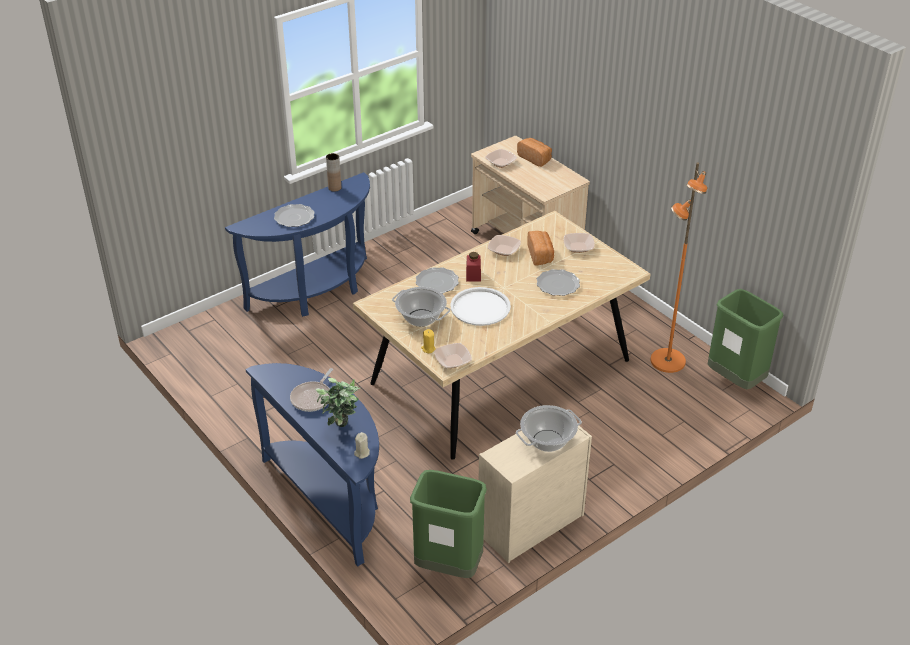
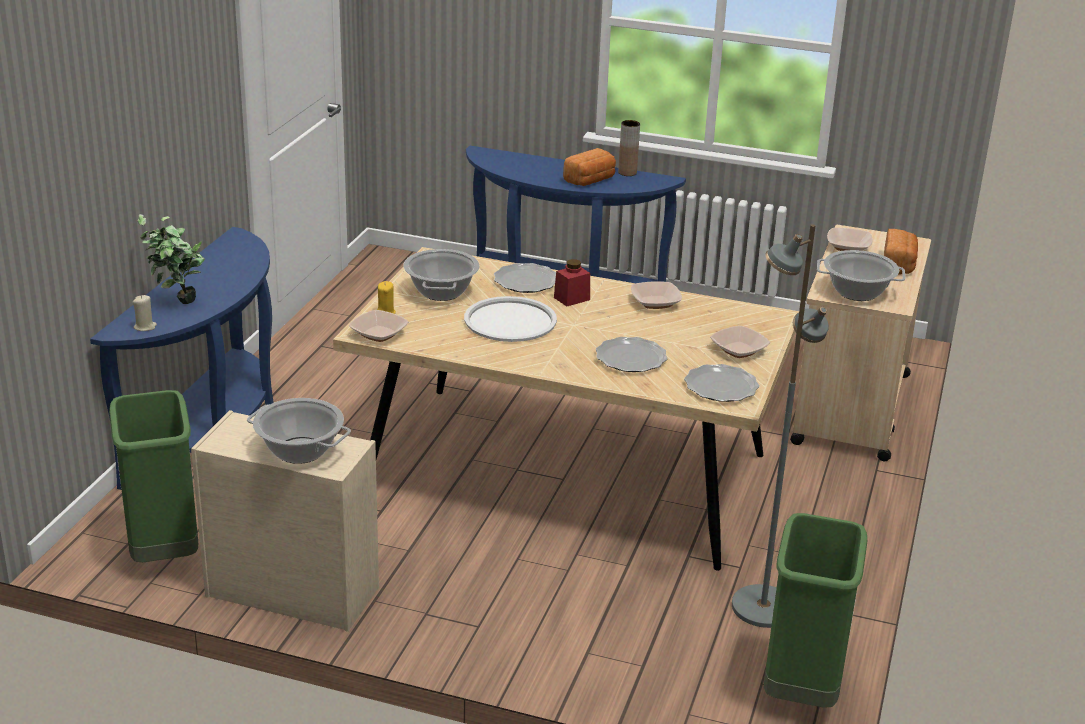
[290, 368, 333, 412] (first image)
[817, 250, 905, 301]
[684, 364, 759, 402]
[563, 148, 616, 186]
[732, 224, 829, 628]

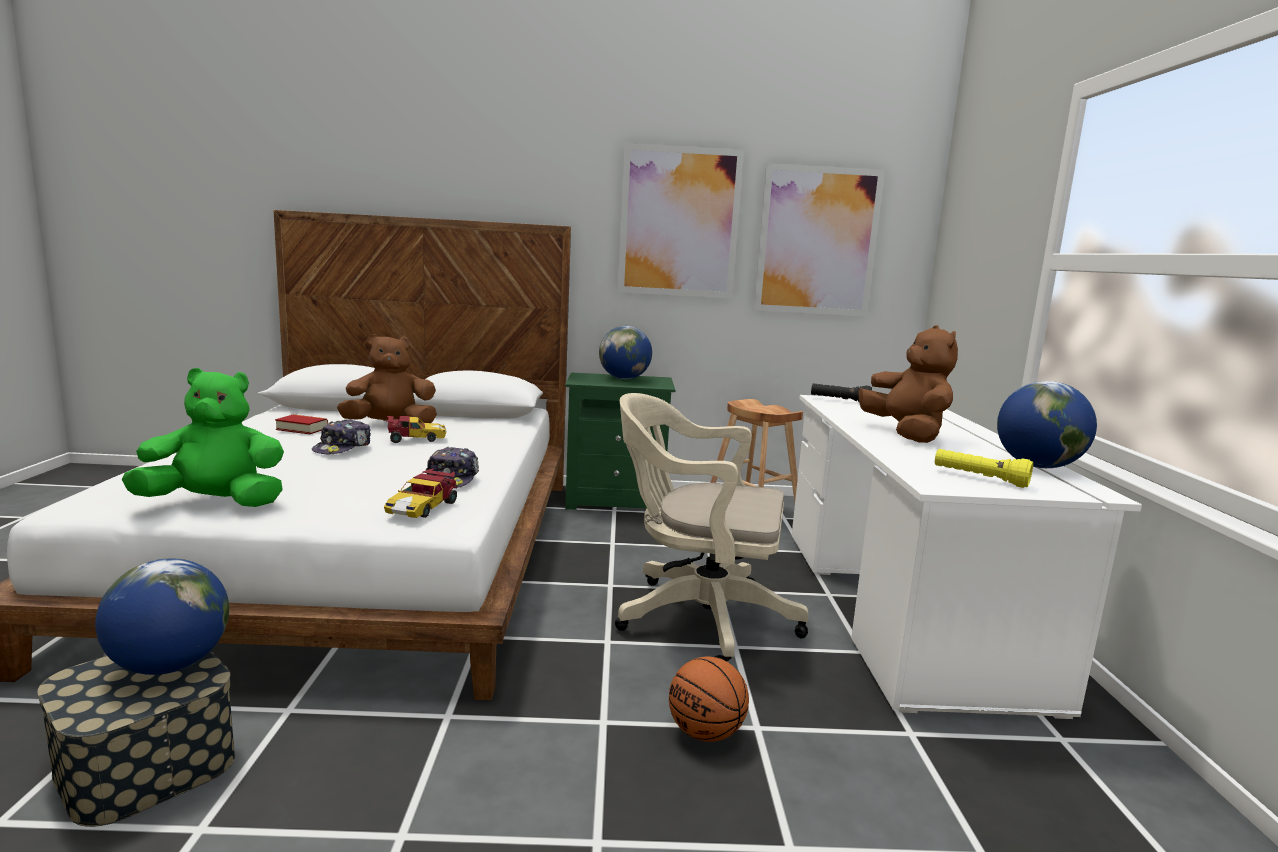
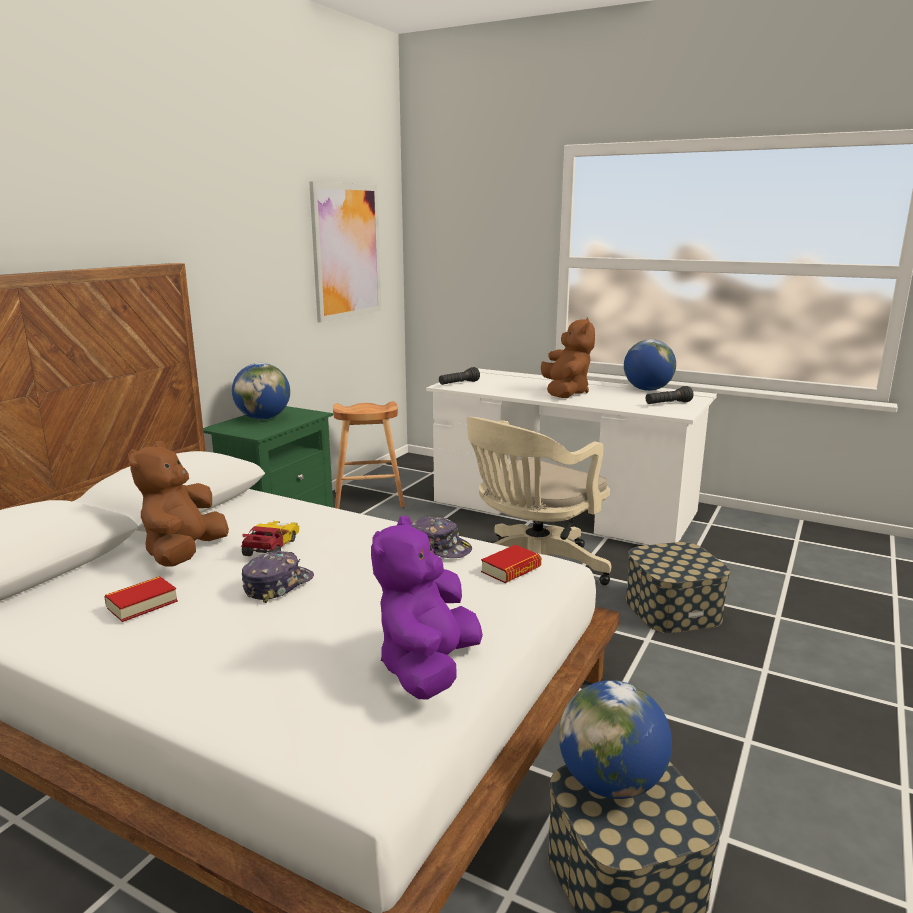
[618, 143, 744, 298] (first image)
[481, 545, 541, 583]
[626, 542, 730, 633]
[371, 516, 483, 700]
[646, 386, 694, 404]
[242, 551, 314, 603]
[541, 317, 595, 398]

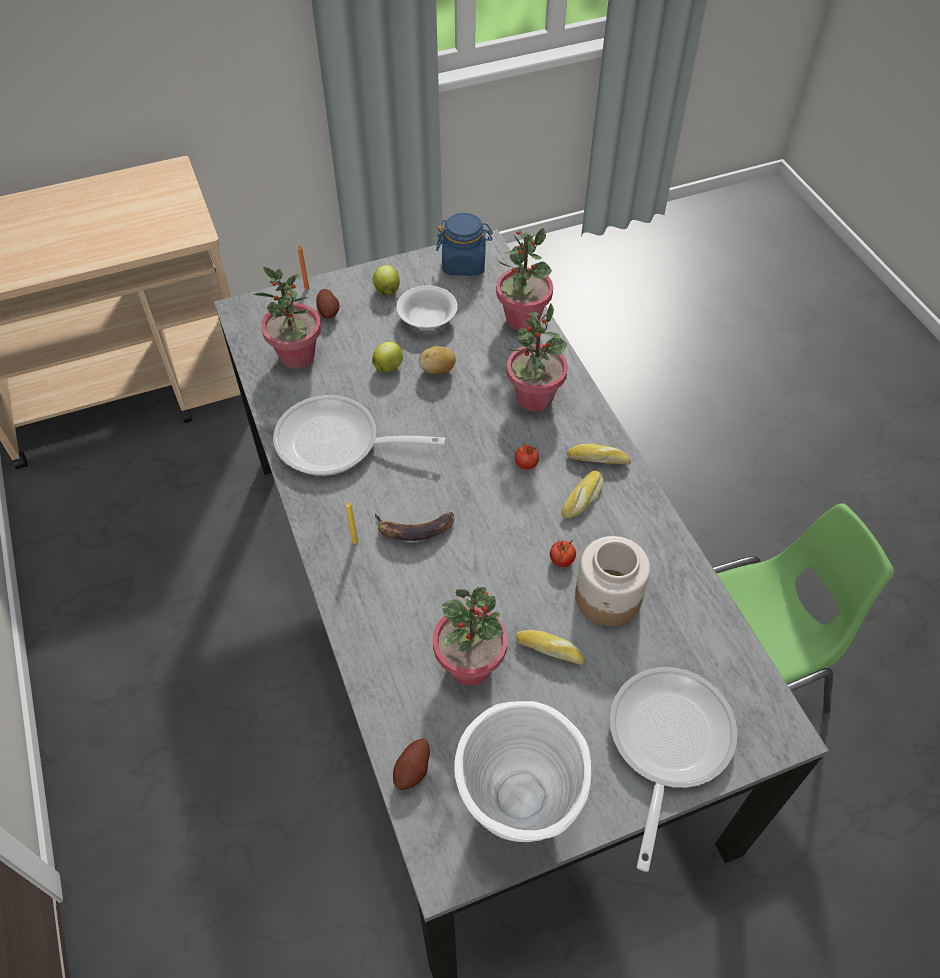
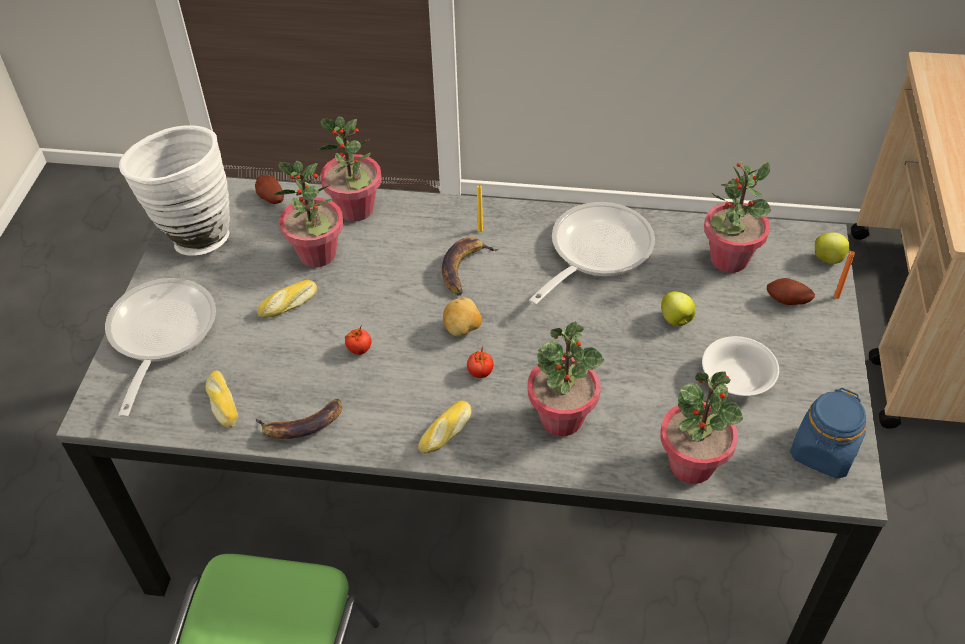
[575, 536, 650, 626] (first image)
[255, 399, 342, 439]
[317, 116, 382, 222]
[815, 232, 851, 264]
[443, 297, 482, 337]
[206, 371, 238, 428]
[105, 278, 216, 417]

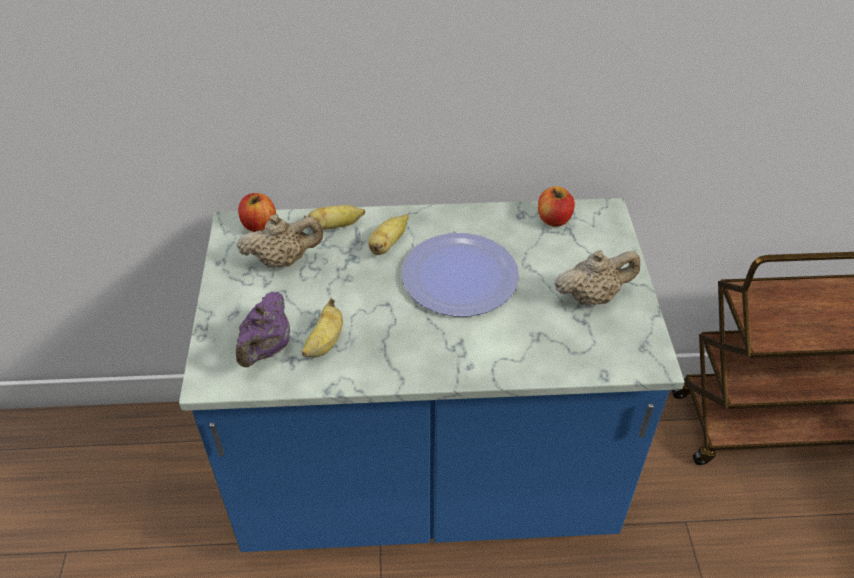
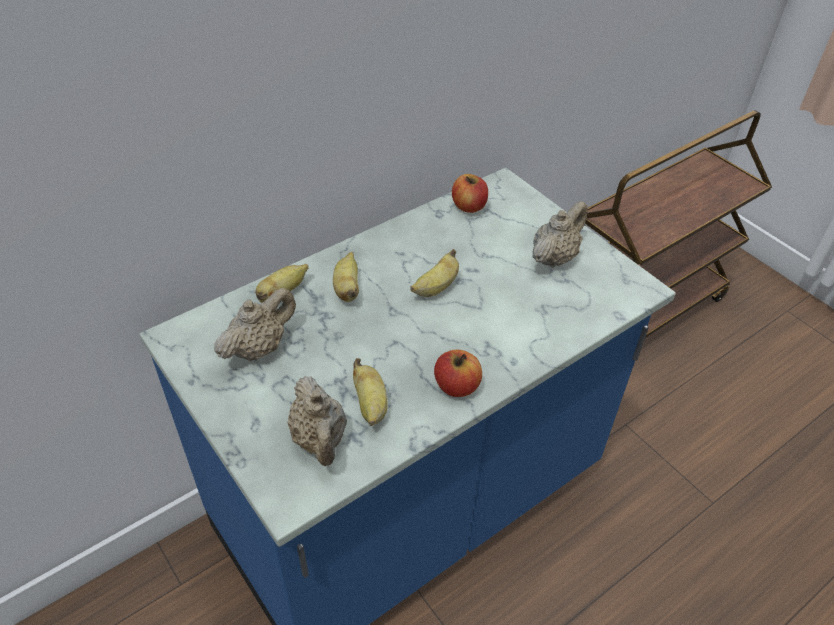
[434, 350, 482, 397]
[410, 249, 459, 297]
[287, 376, 347, 466]

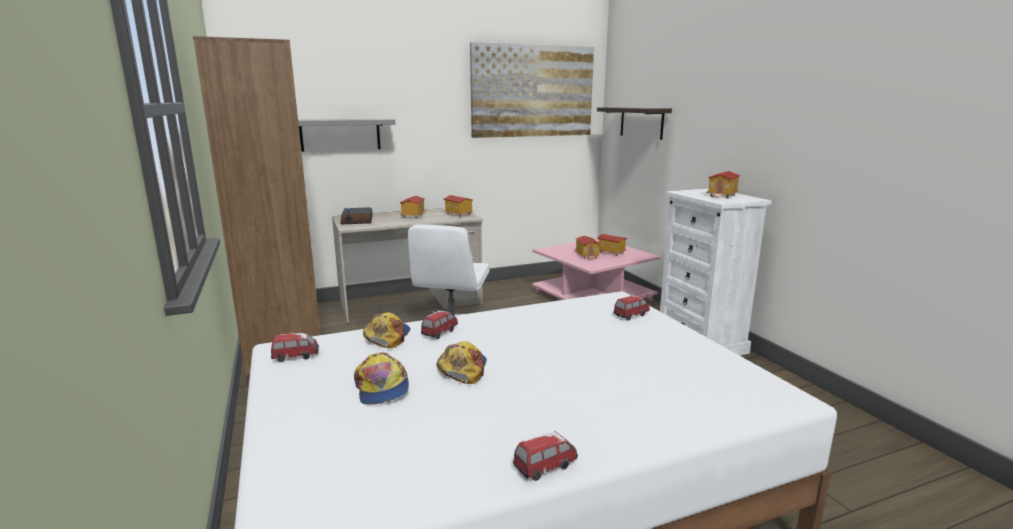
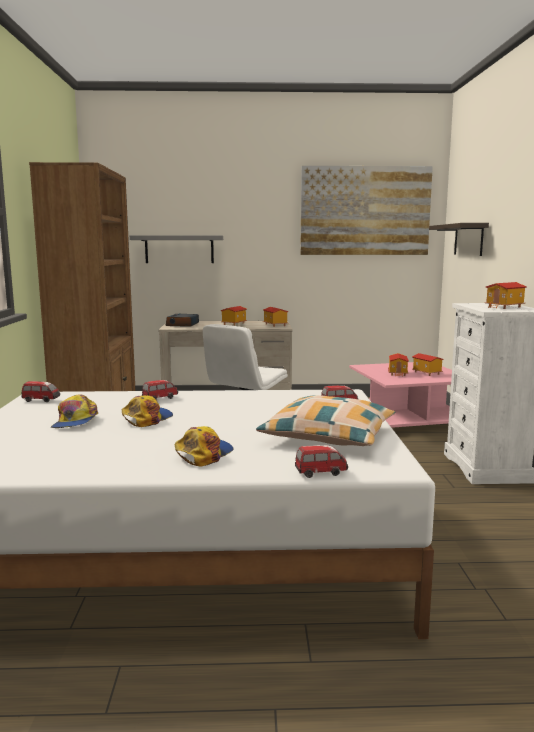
[256, 395, 395, 446]
[175, 426, 234, 466]
[295, 445, 348, 478]

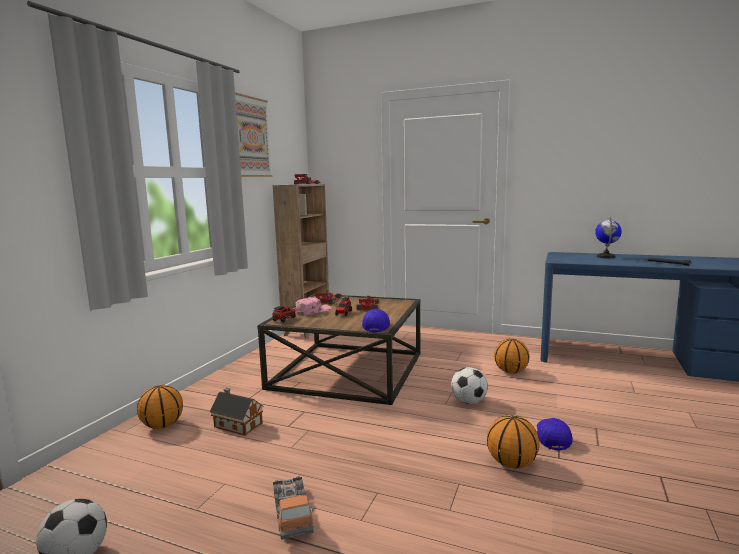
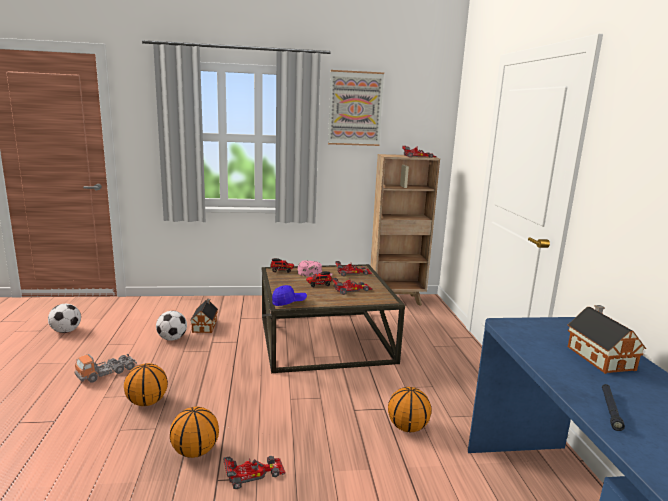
[124, 363, 168, 406]
[156, 311, 187, 341]
[224, 456, 286, 490]
[567, 305, 646, 374]

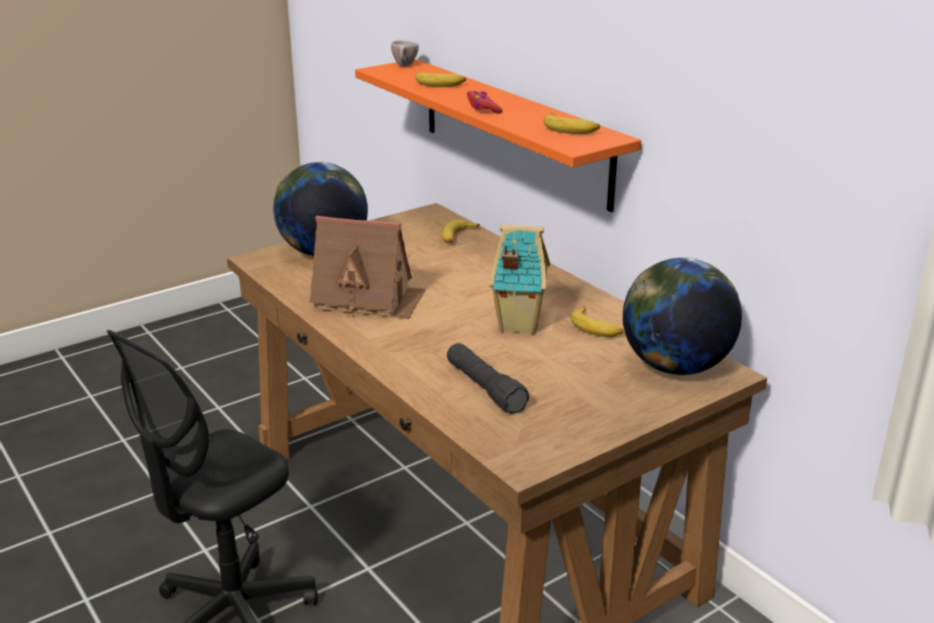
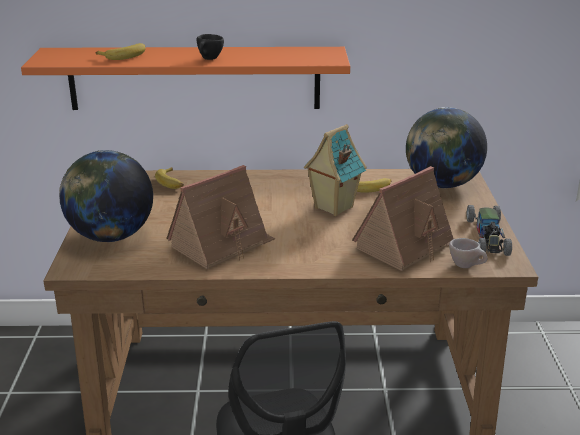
[543, 113, 600, 134] (first image)
[466, 205, 512, 256]
[449, 238, 488, 268]
[352, 166, 454, 271]
[196, 34, 224, 60]

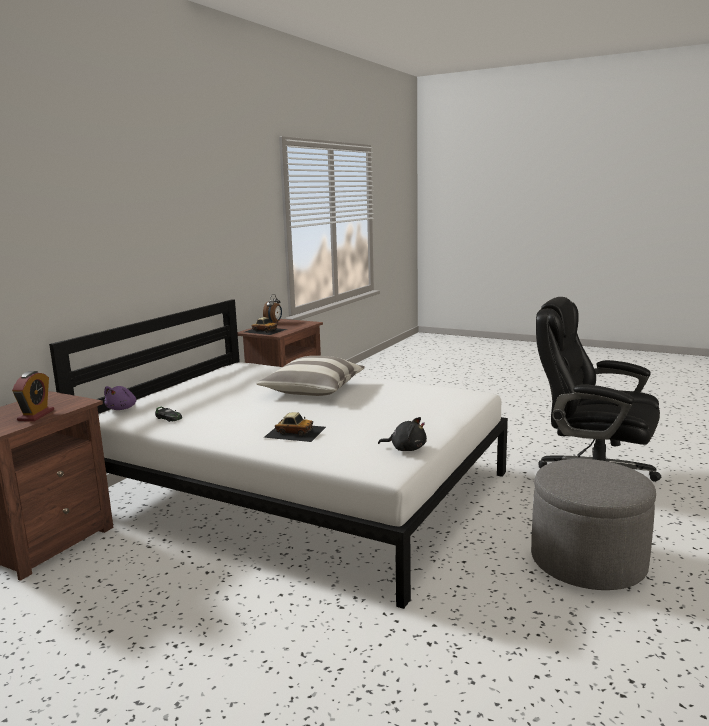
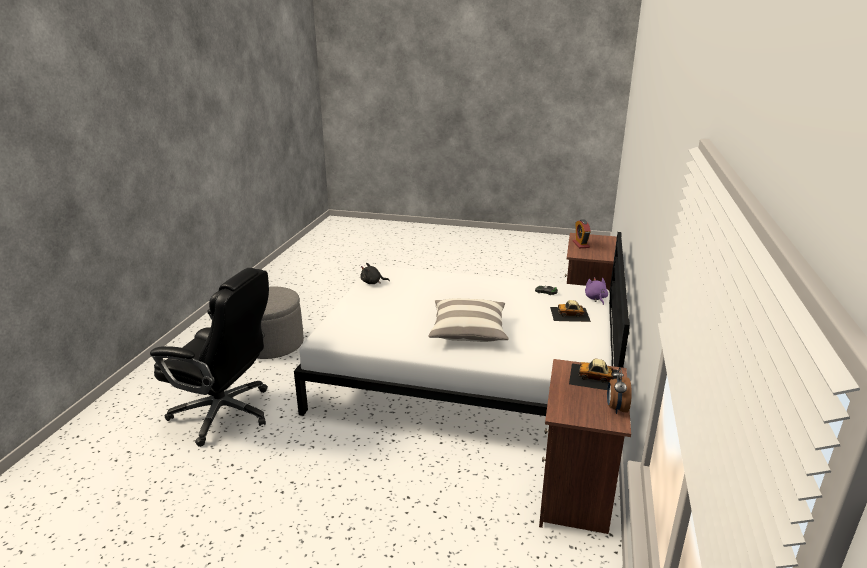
[550, 300, 591, 322]

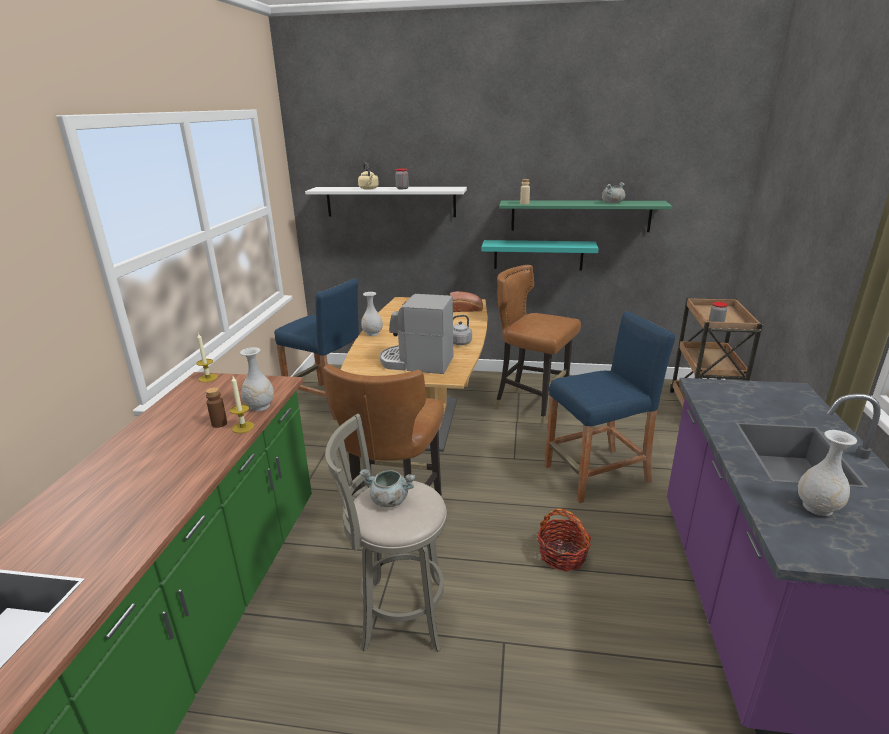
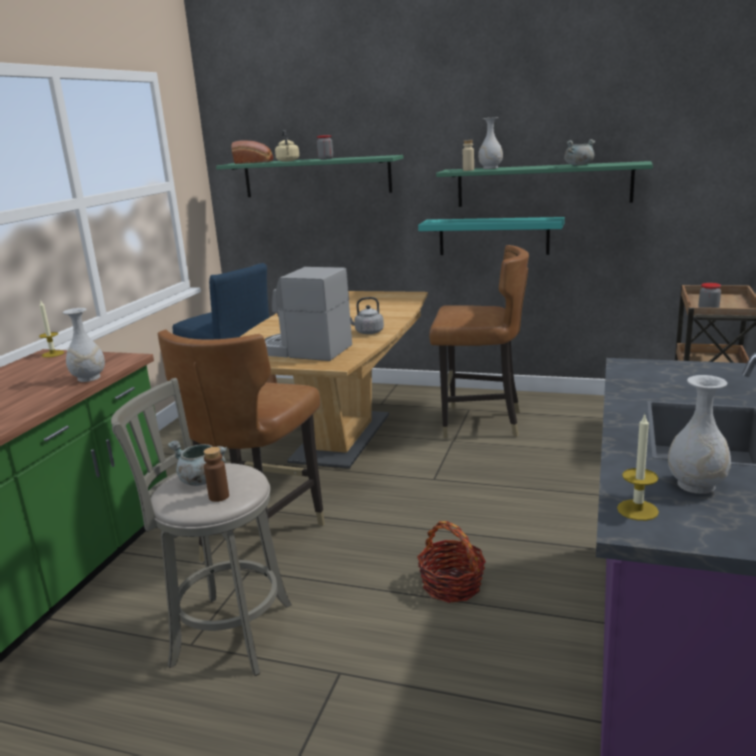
[545, 311, 675, 503] (first image)
[204, 447, 229, 502]
[617, 413, 659, 521]
[478, 117, 503, 169]
[231, 140, 273, 164]
[216, 155, 403, 197]
[429, 245, 529, 438]

